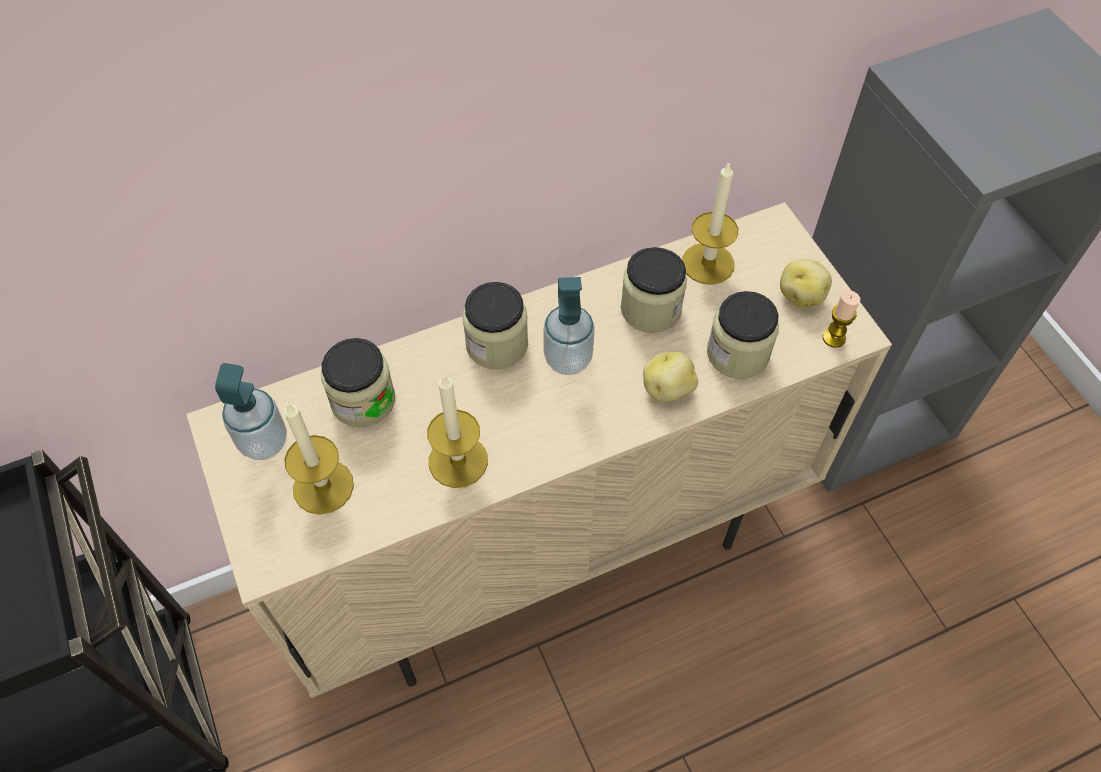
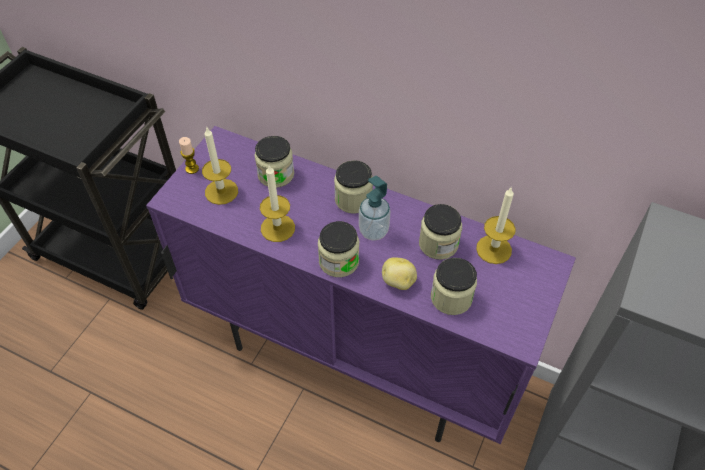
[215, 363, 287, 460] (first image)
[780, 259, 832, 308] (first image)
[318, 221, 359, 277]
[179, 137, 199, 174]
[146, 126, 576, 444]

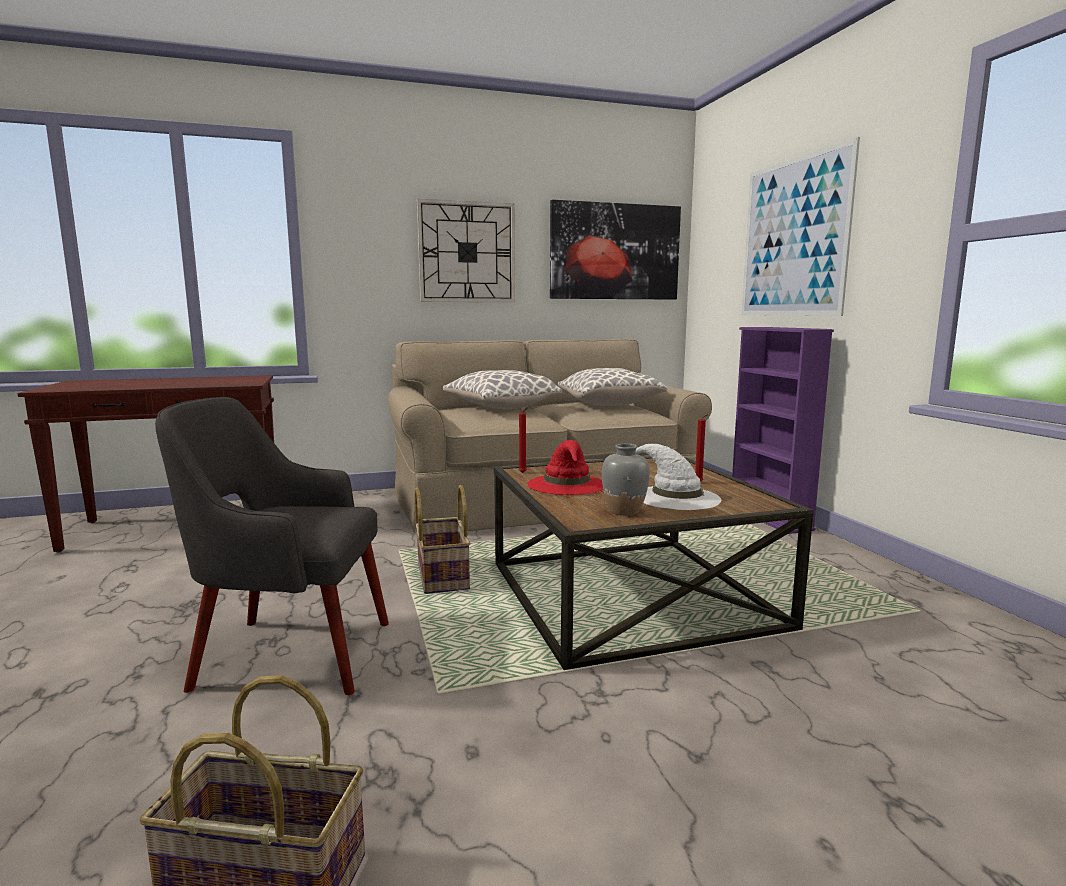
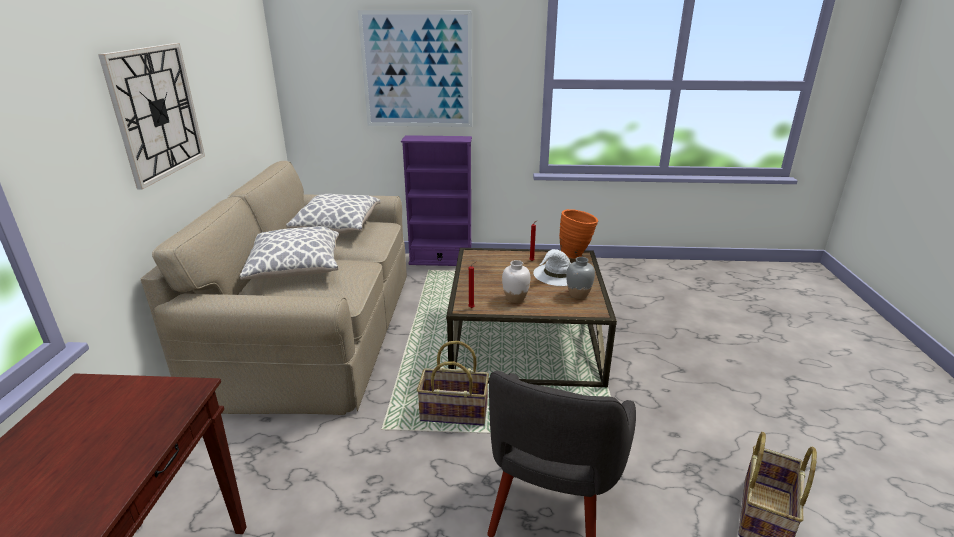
[550, 200, 681, 300] (first image)
[559, 209, 598, 259]
[502, 260, 531, 303]

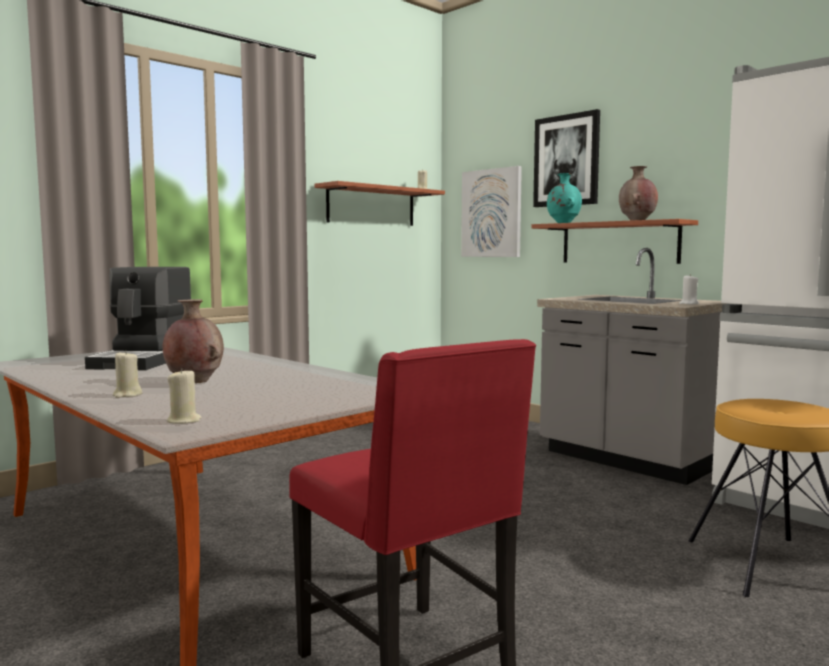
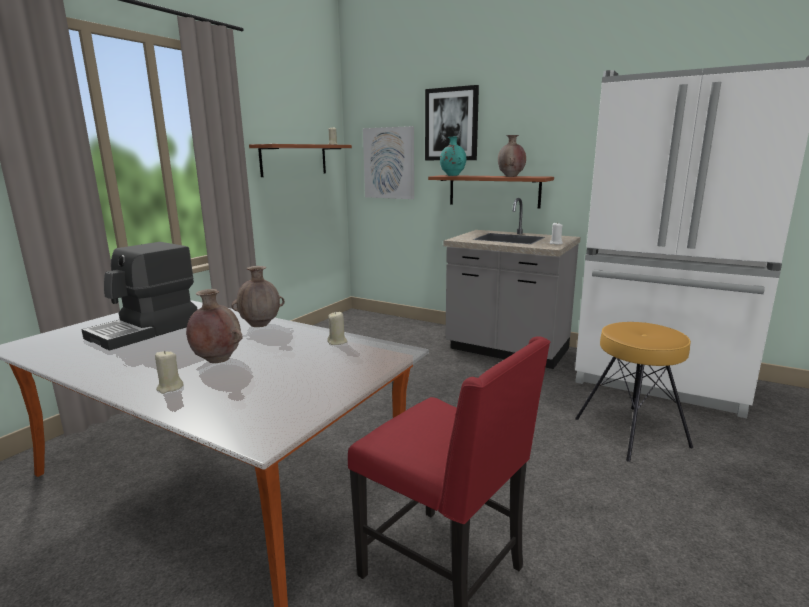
[231, 266, 285, 327]
[327, 312, 348, 345]
[82, 242, 197, 351]

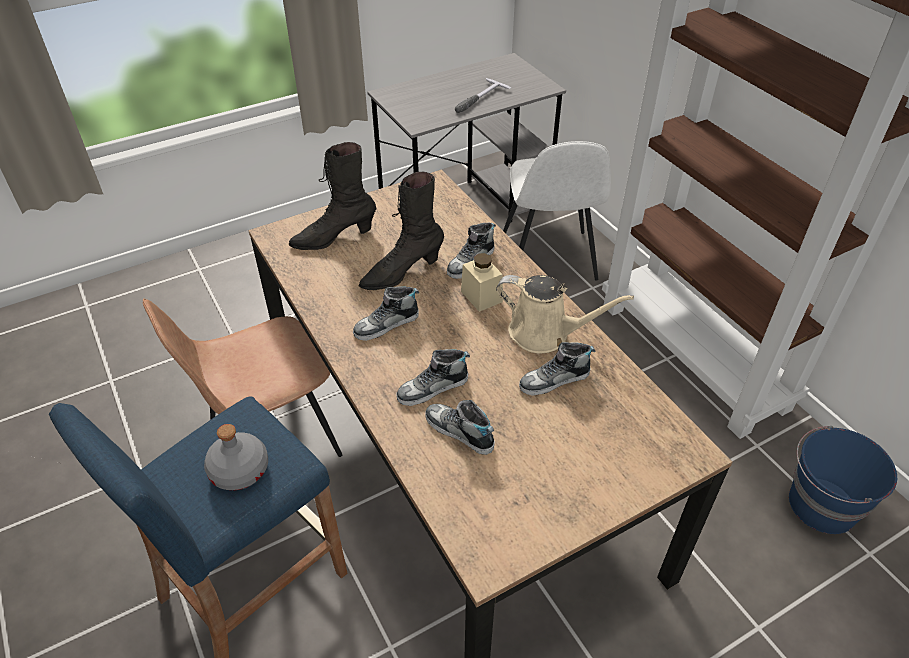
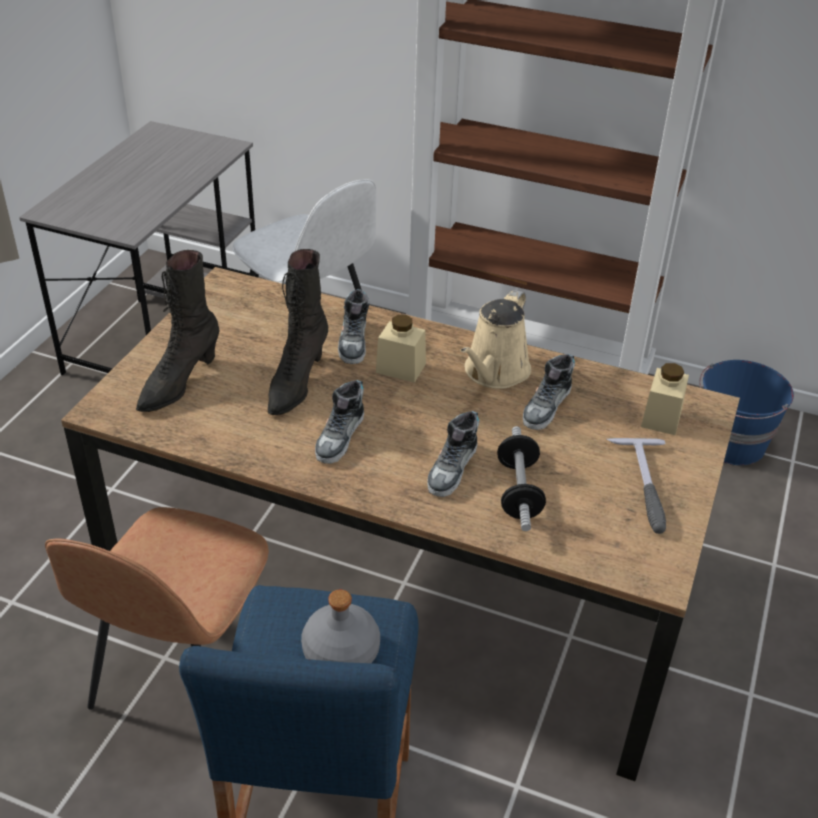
[641, 363, 689, 435]
[607, 438, 666, 534]
[497, 426, 546, 531]
[460, 290, 531, 389]

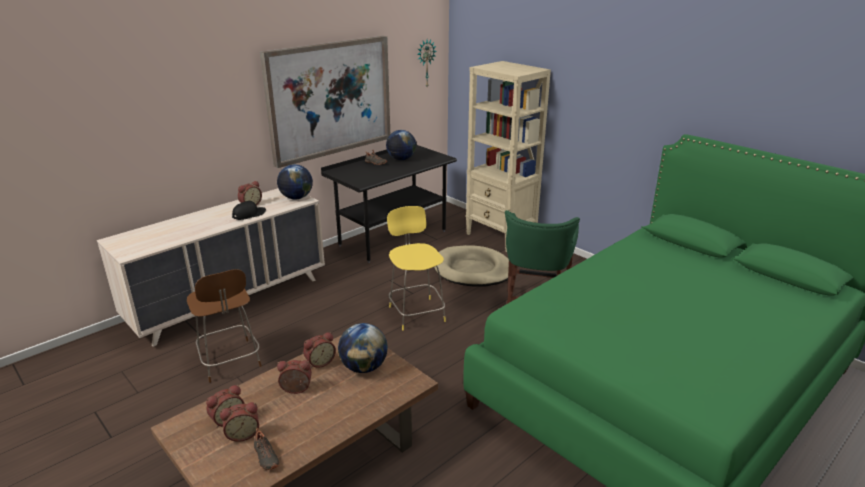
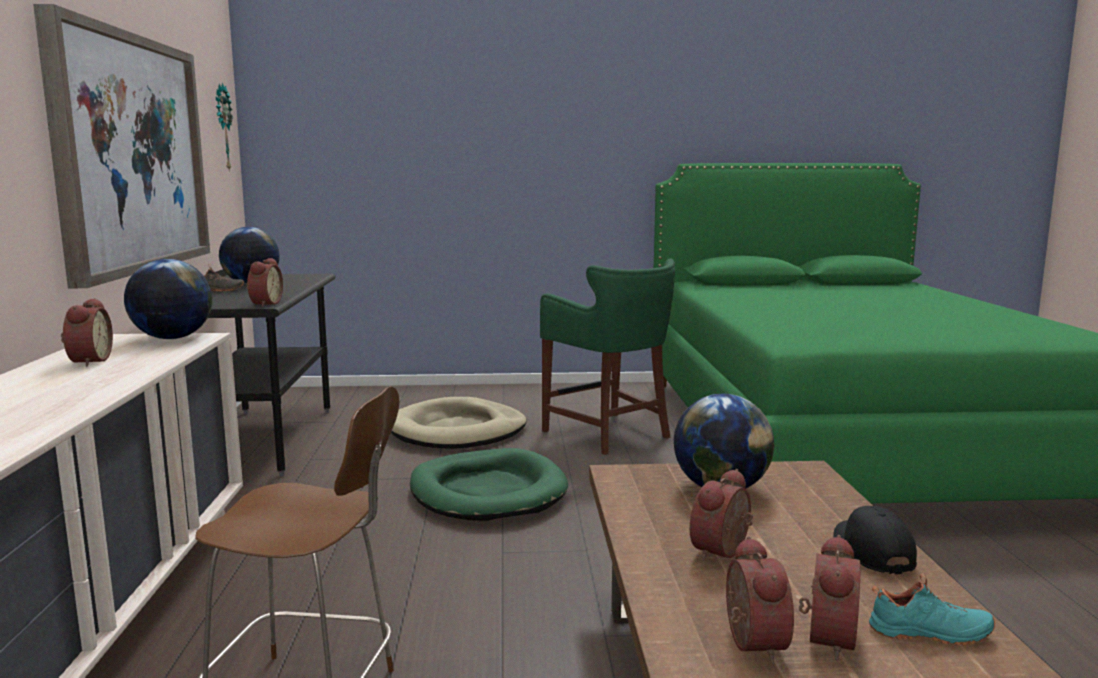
[466, 61, 551, 252] (first image)
[833, 506, 917, 574]
[247, 258, 283, 307]
[410, 448, 568, 521]
[869, 574, 995, 645]

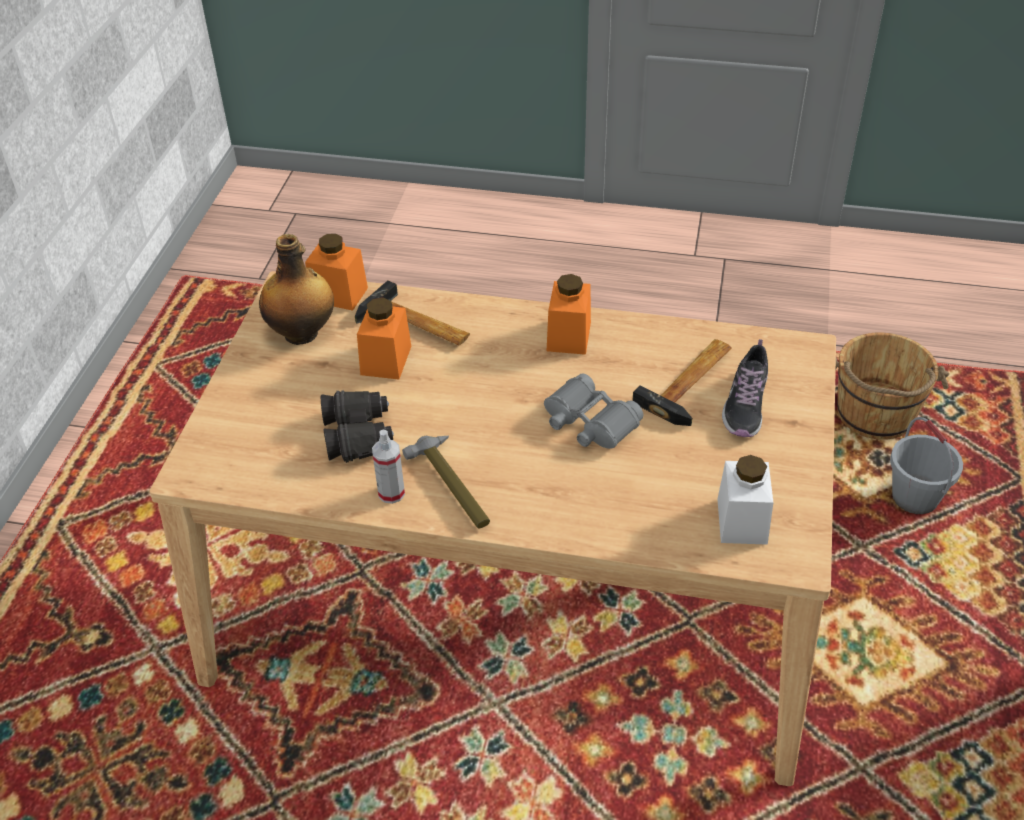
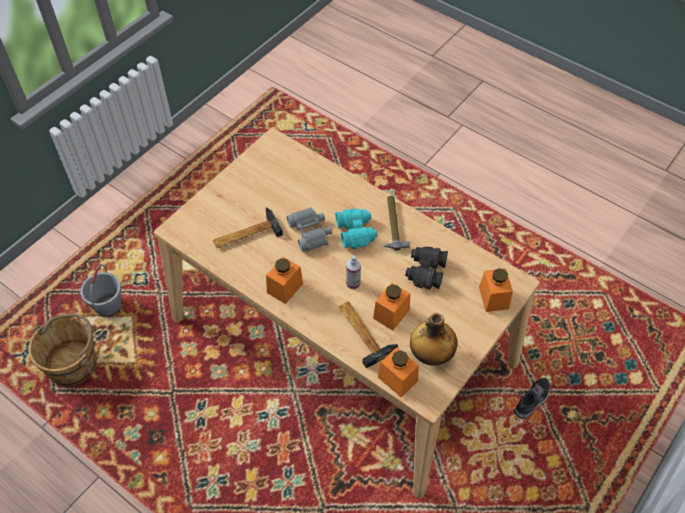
[717, 455, 773, 545] (first image)
[336, 208, 377, 249]
[479, 268, 513, 312]
[346, 255, 361, 289]
[514, 378, 550, 419]

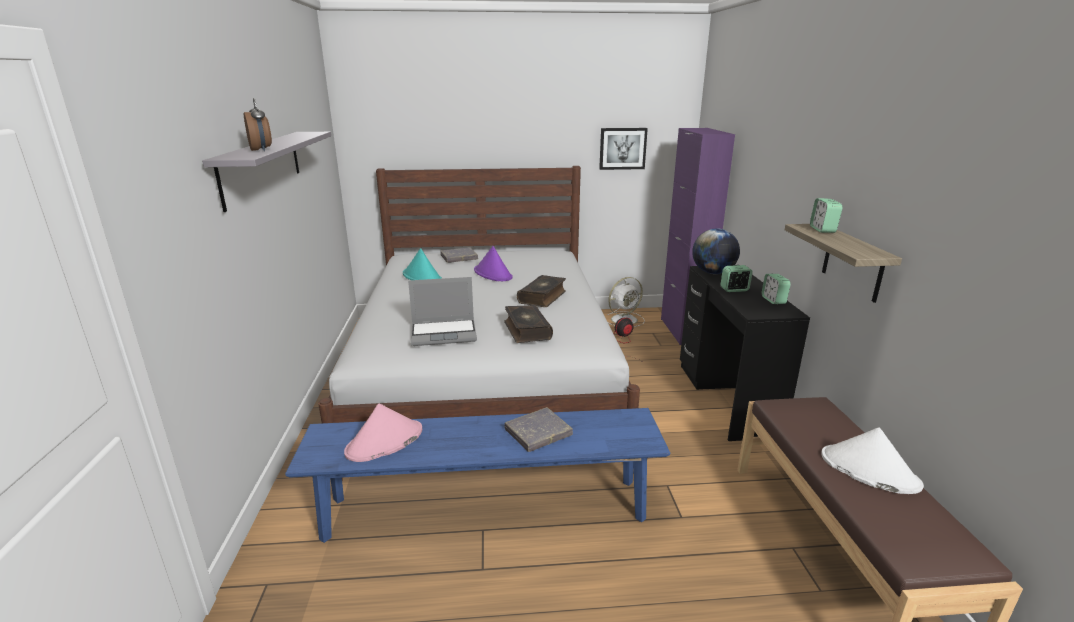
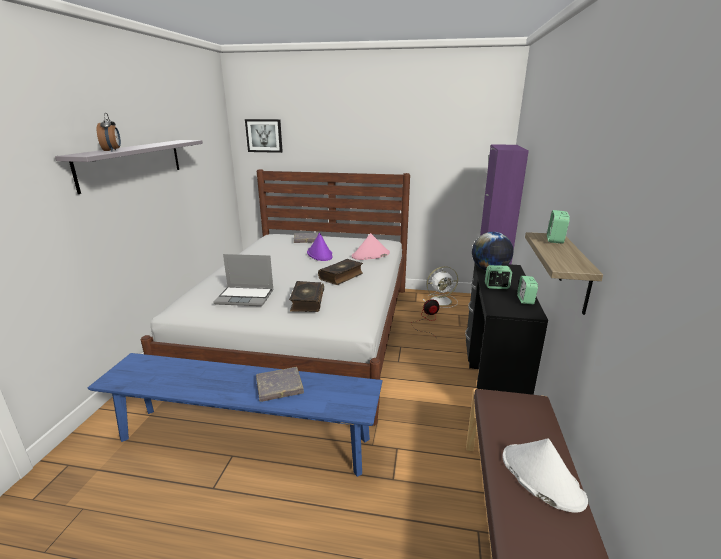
[403, 248, 442, 280] (first image)
[352, 233, 390, 260]
[245, 119, 283, 153]

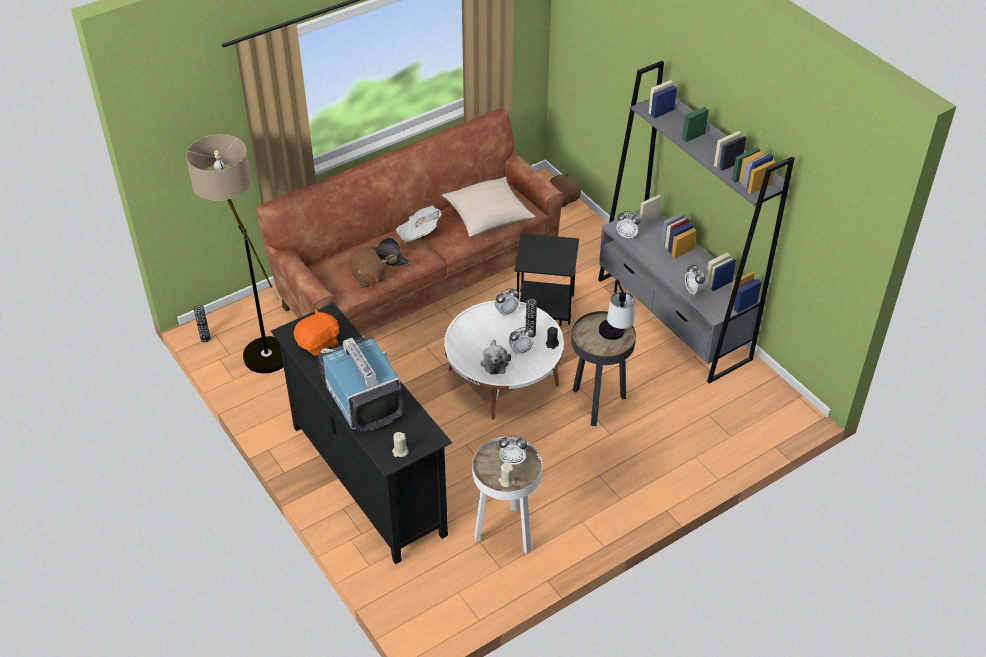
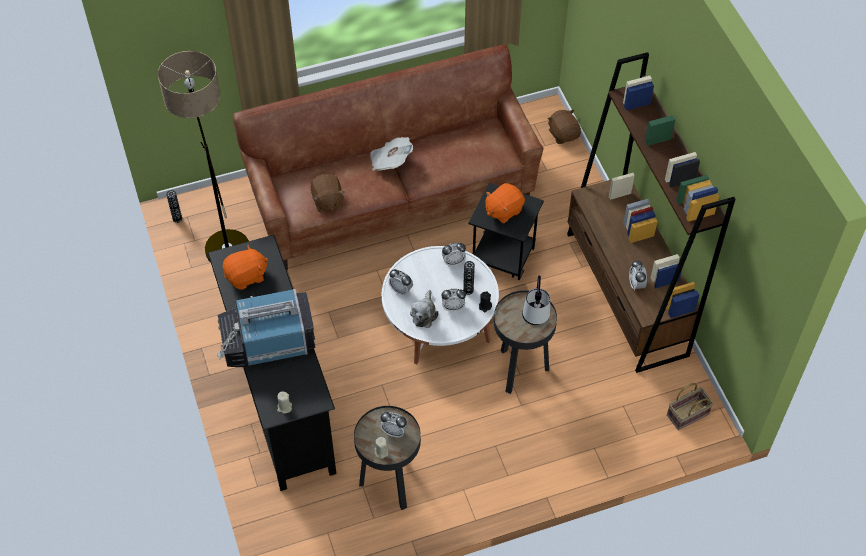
[364, 237, 413, 266] (first image)
[442, 177, 536, 237] (first image)
[485, 183, 525, 224]
[667, 383, 714, 430]
[389, 269, 413, 296]
[354, 406, 421, 510]
[567, 52, 735, 373]
[217, 289, 316, 367]

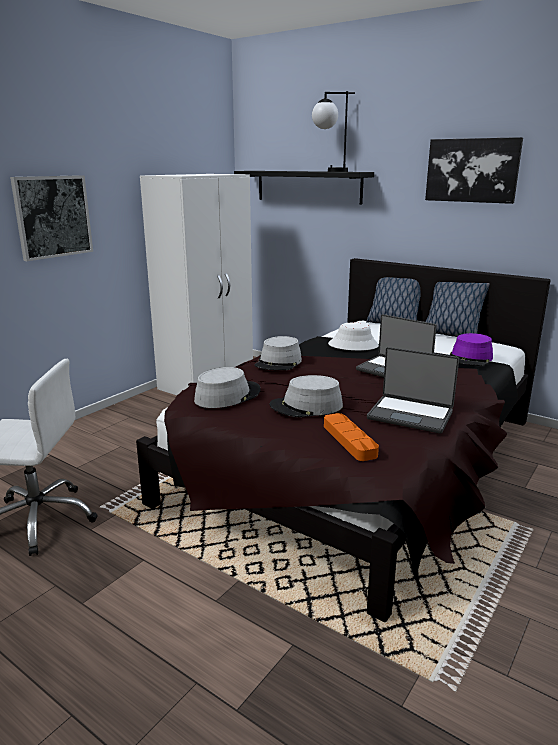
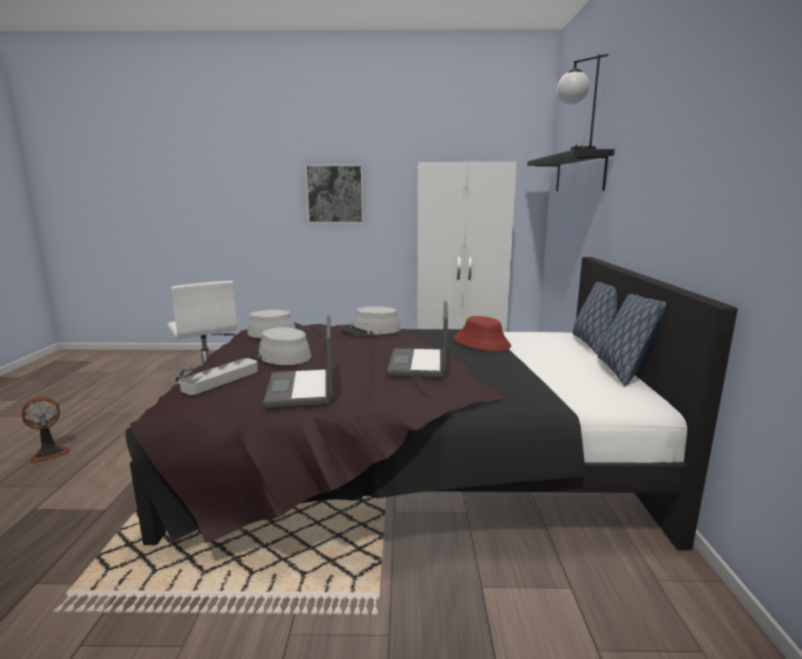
[425, 137, 523, 204] (first image)
[450, 333, 493, 366] (first image)
[22, 397, 71, 463]
[179, 358, 258, 395]
[454, 316, 511, 351]

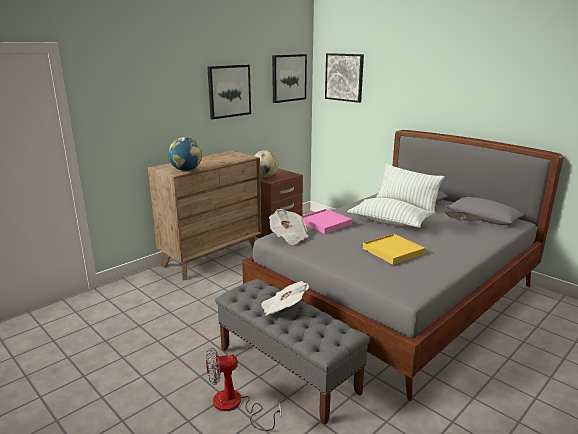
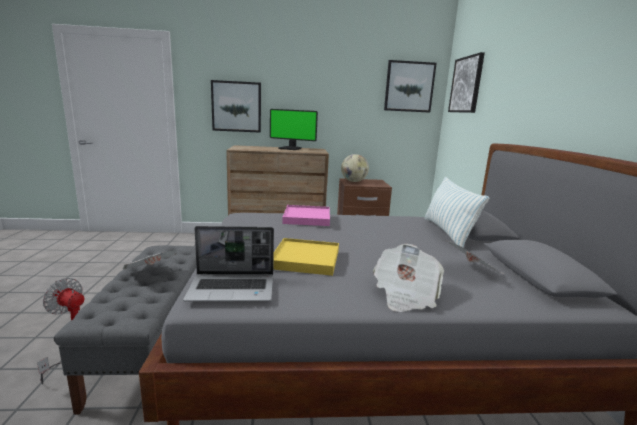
[168, 137, 202, 171] (first image)
[348, 198, 433, 228] (first image)
[183, 226, 274, 302]
[270, 109, 318, 150]
[211, 80, 261, 133]
[373, 244, 444, 312]

